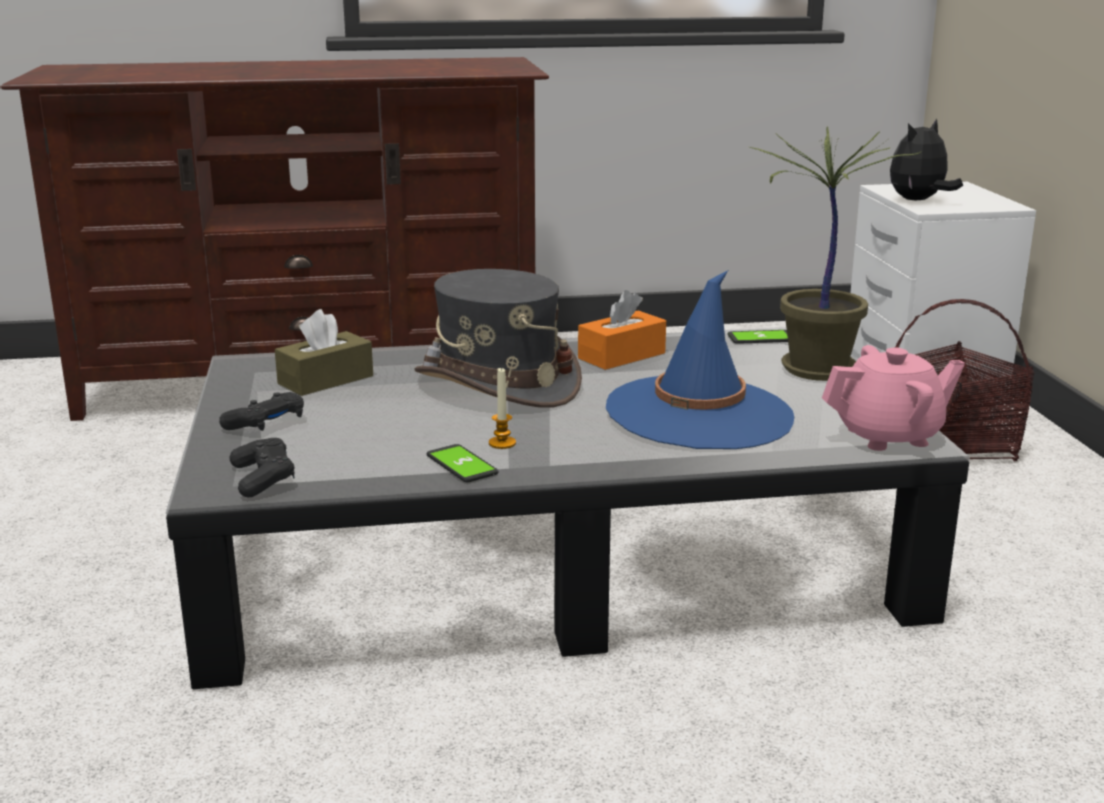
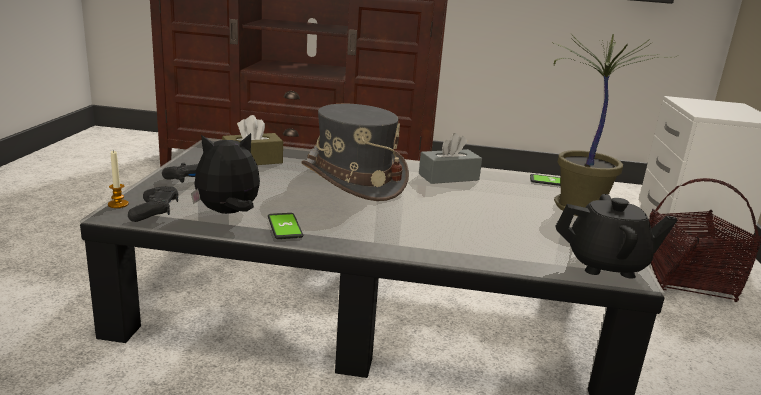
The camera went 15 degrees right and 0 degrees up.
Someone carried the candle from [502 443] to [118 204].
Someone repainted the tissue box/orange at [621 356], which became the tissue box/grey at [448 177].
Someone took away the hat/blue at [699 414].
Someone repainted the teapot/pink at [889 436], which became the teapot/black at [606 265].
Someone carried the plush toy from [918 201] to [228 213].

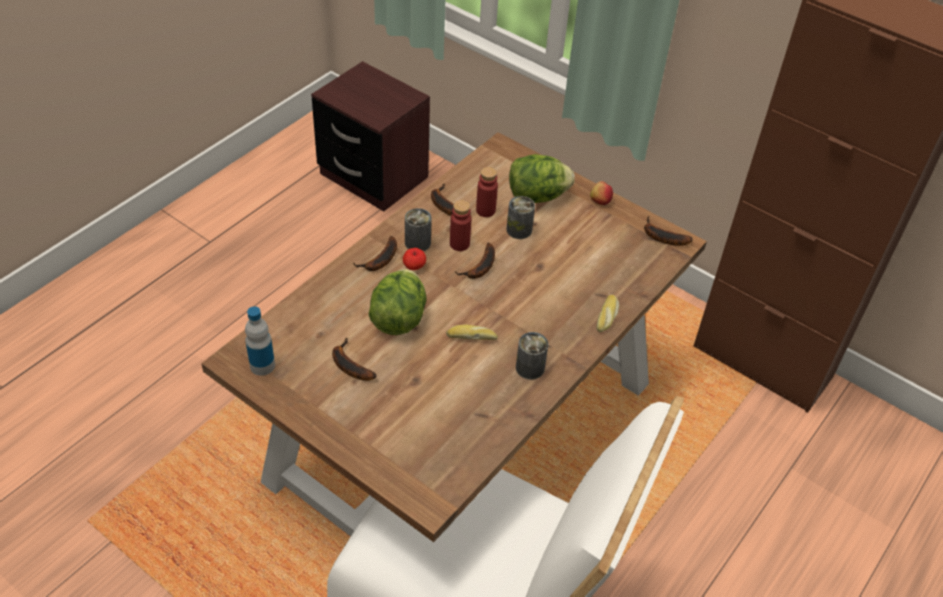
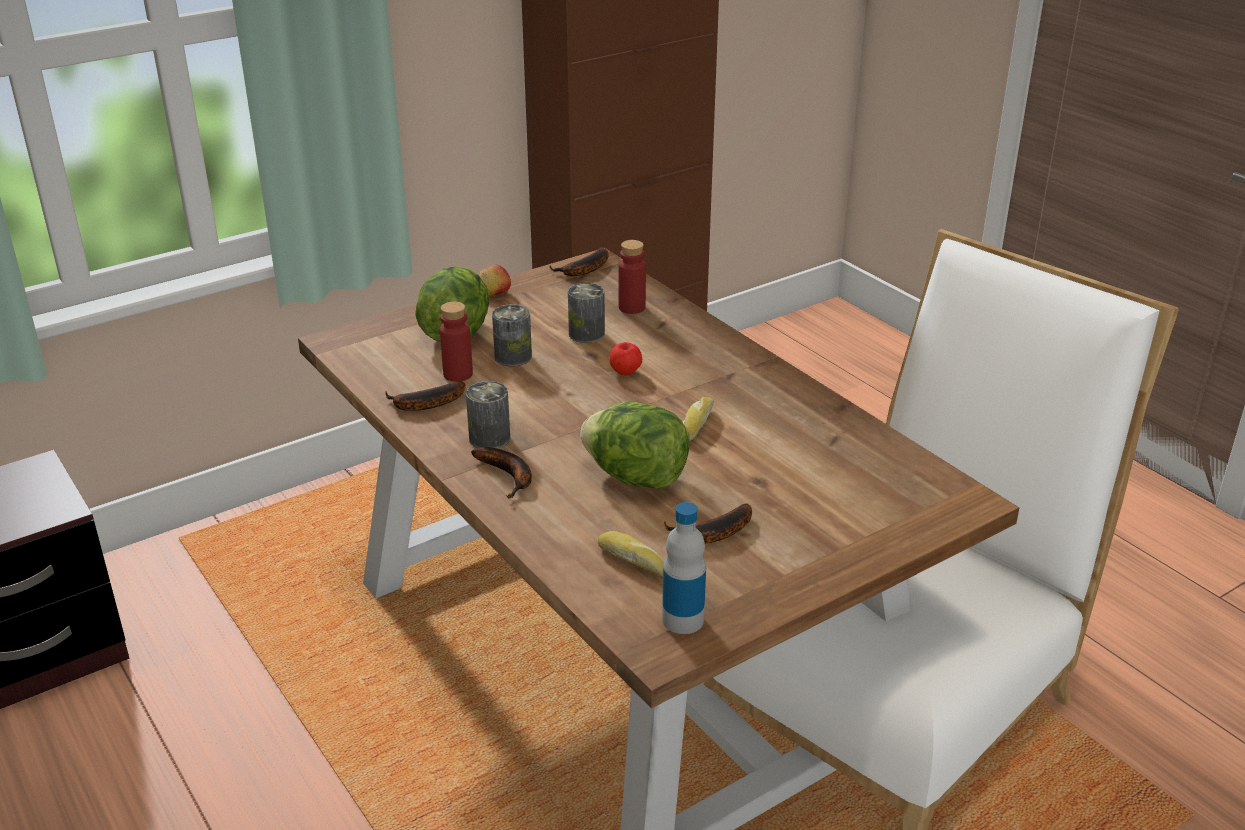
The camera went 70 degrees left and 15 degrees down.
Someone carried the apple from [414 267] to [625 372].
Someone carried the bottle/red from [459 244] to [632 307].
Someone took away the banana at [480 268].
Someone carried the can from [530 368] to [586 334].
Someone carried the bread from [607 317] to [633 560].

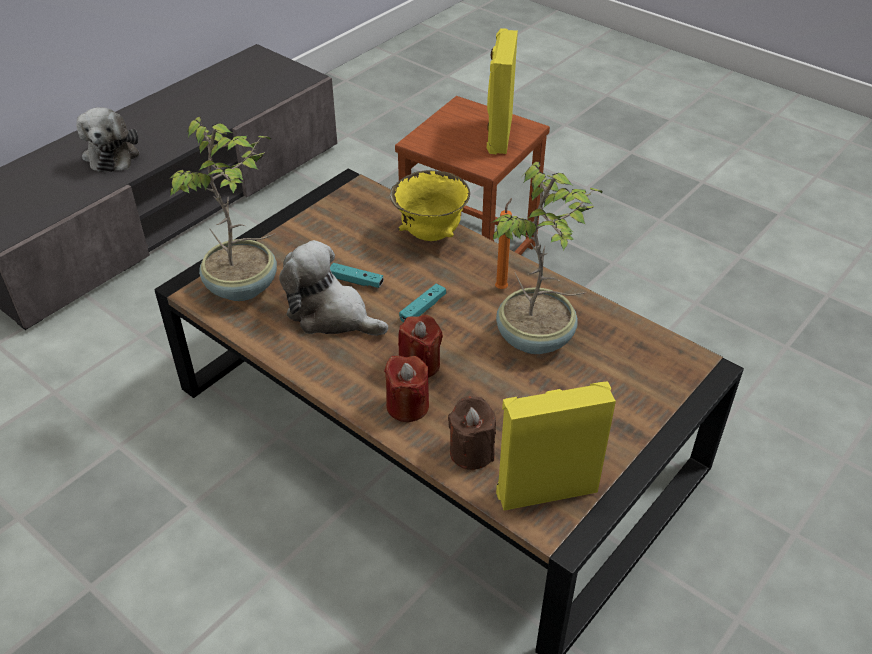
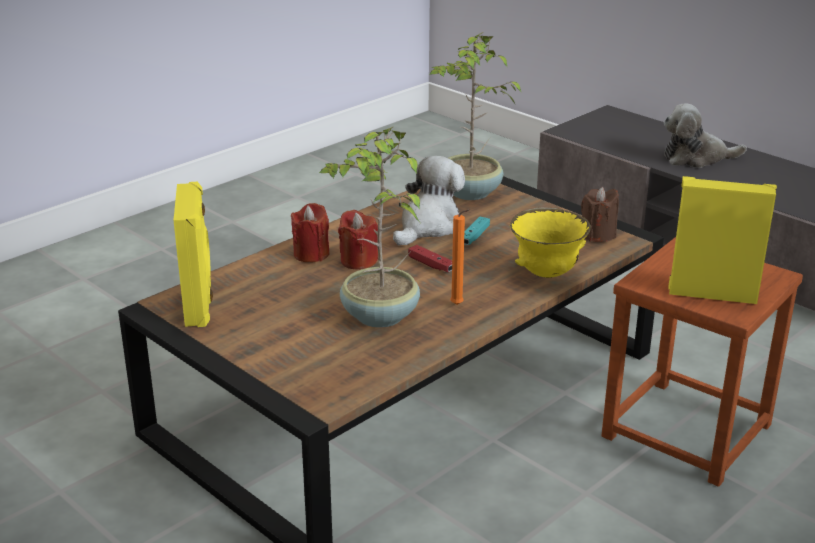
The camera went 95 degrees right and 15 degrees down.
Someone repainted the game controller/turquoise at [423 309], which became the game controller/red at [431 265].
Someone carried the candle/brown from [471 452] to [597 235].

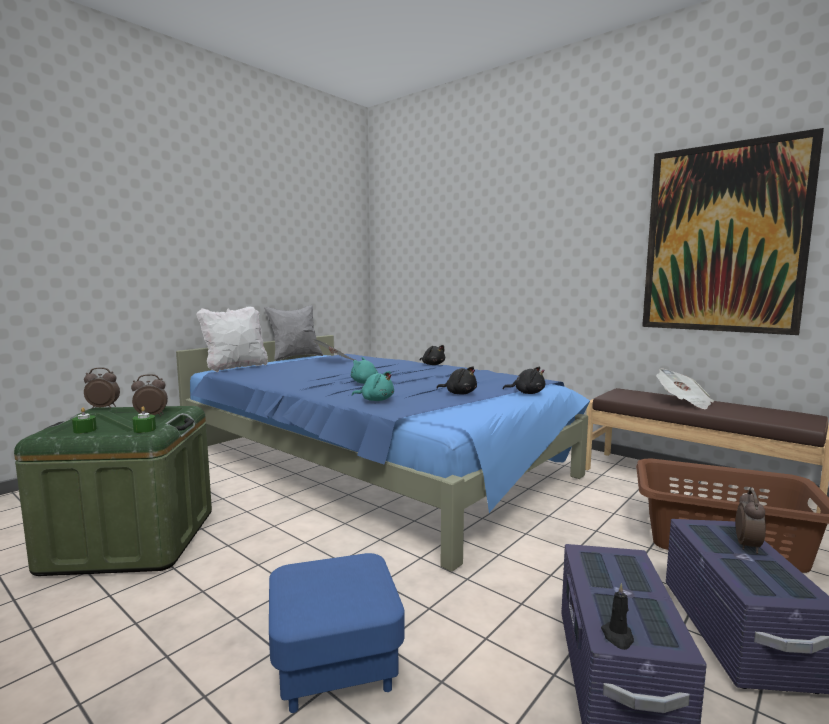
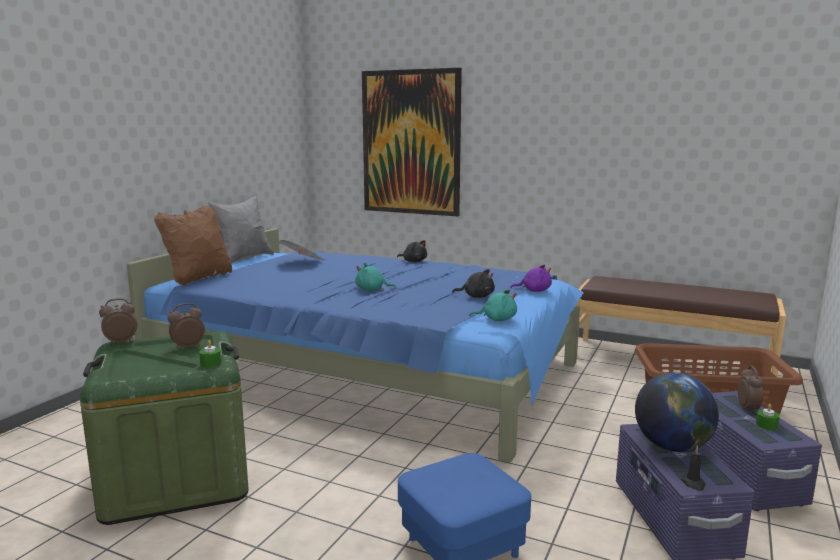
The camera went 15 degrees left and 5 degrees up.
Someone carried the candle/green from [85 430] to [766 425].
Someone repainted the pillow/white at [236 368], which became the pillow/brown at [198 278].
Someone carried the plush toy/turquoise from [375 400] to [497 319].
Someone repainted the plush toy/black at [527 393], which became the plush toy/purple at [534 291].
Someone carried the picture from [723 239] to [411 143].
Someone took away the newspaper at [684 403].
Someone put down the globe at [672 446].

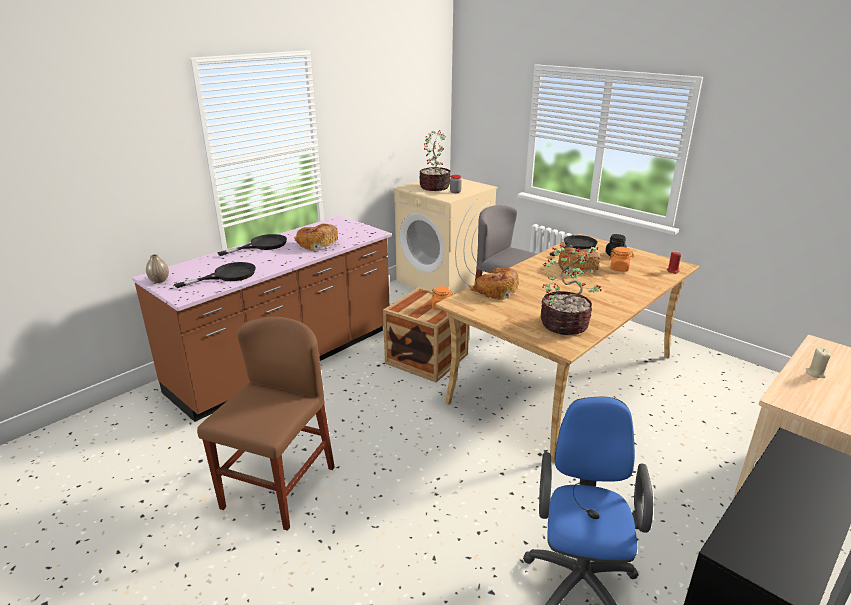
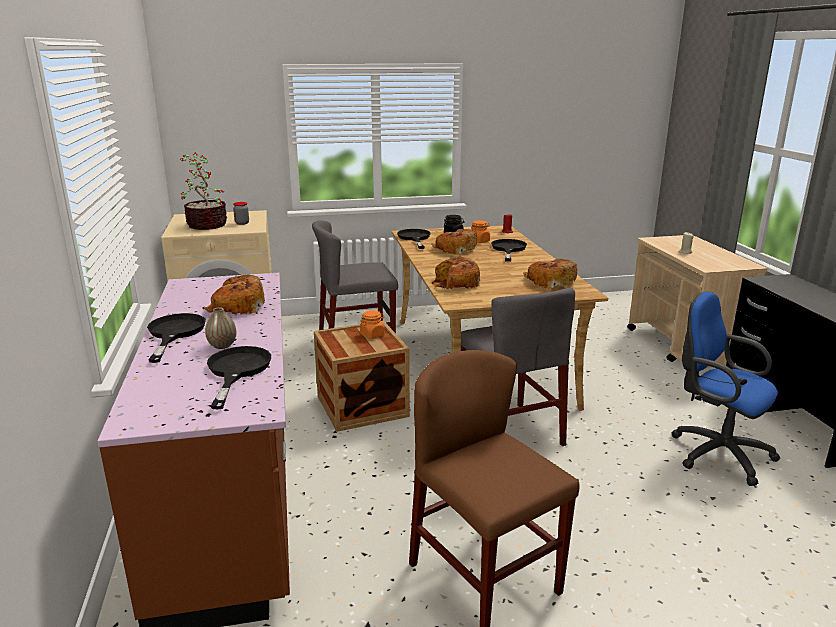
The camera went 55 degrees left and 5 degrees down.
Someone carried the vase from [159 281] to [222 346].
Someone swapped the potted plant at [565 324] for the bread at [550 282].
Someone put down the chair/grey at [510 430].
Someone put down the frying pan/black at [508 249].

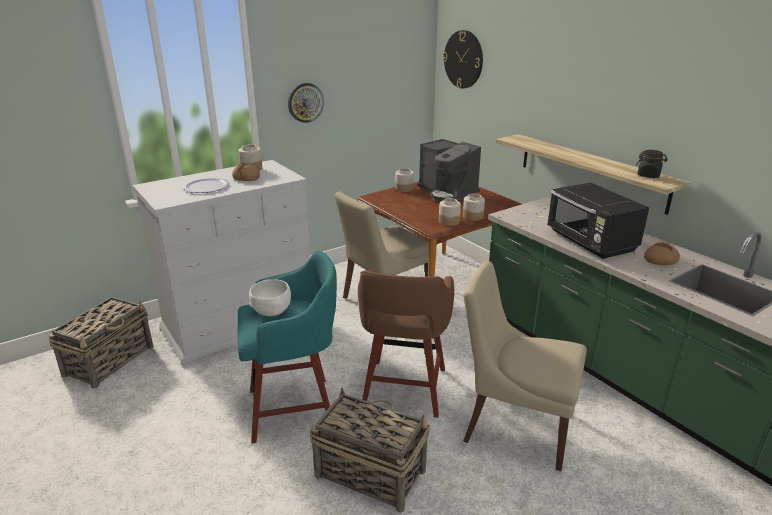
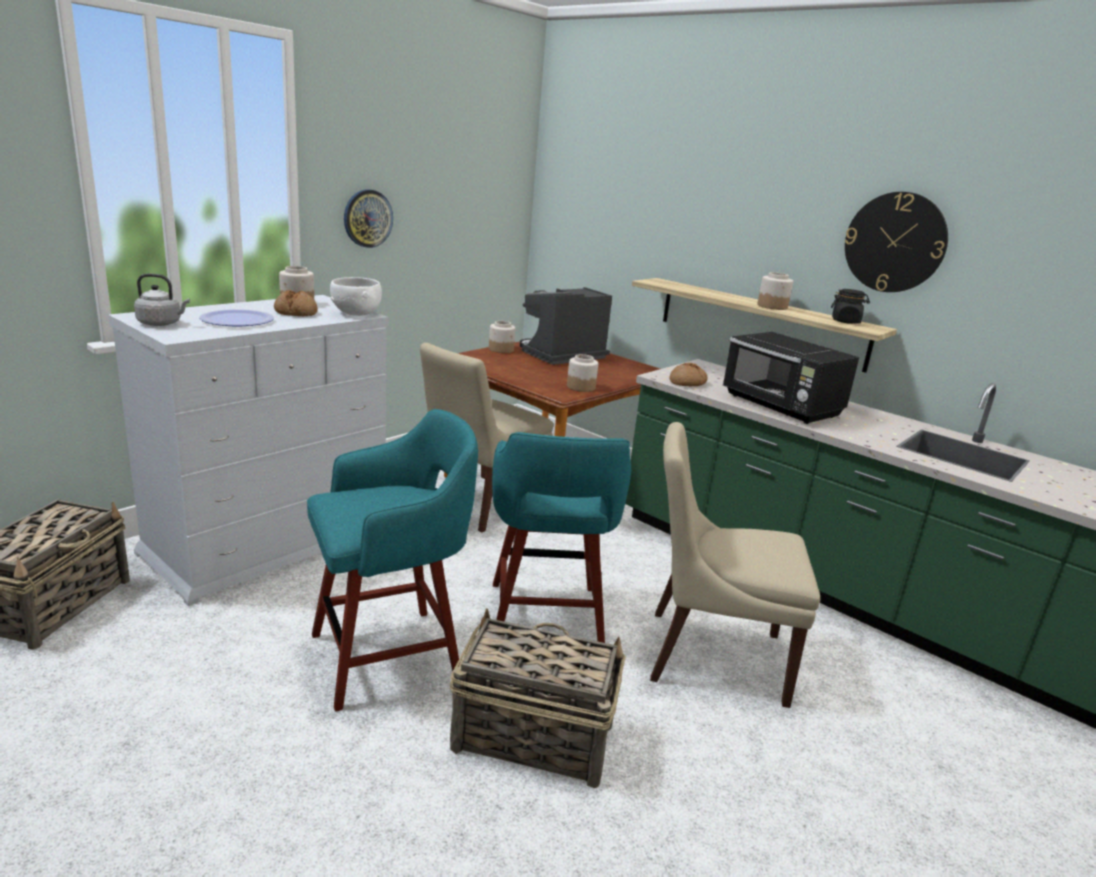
The camera went 15 degrees left and 5 degrees down.
Someone carried the bowl/white from [272 311] to [356 313].
Someone repainted the stool/brown at [404 390], which became the stool/turquoise at [545 619].
Someone rotated the coffee machine at [447 193] by 105 degrees clockwise.
Someone carried the wall clock from [463 59] to [895 242].
Someone carried the jar from [473 216] to [772 306].
Someone carried the bread from [660 260] to [687 383].
Someone put down the kettle/grey at [161 324].

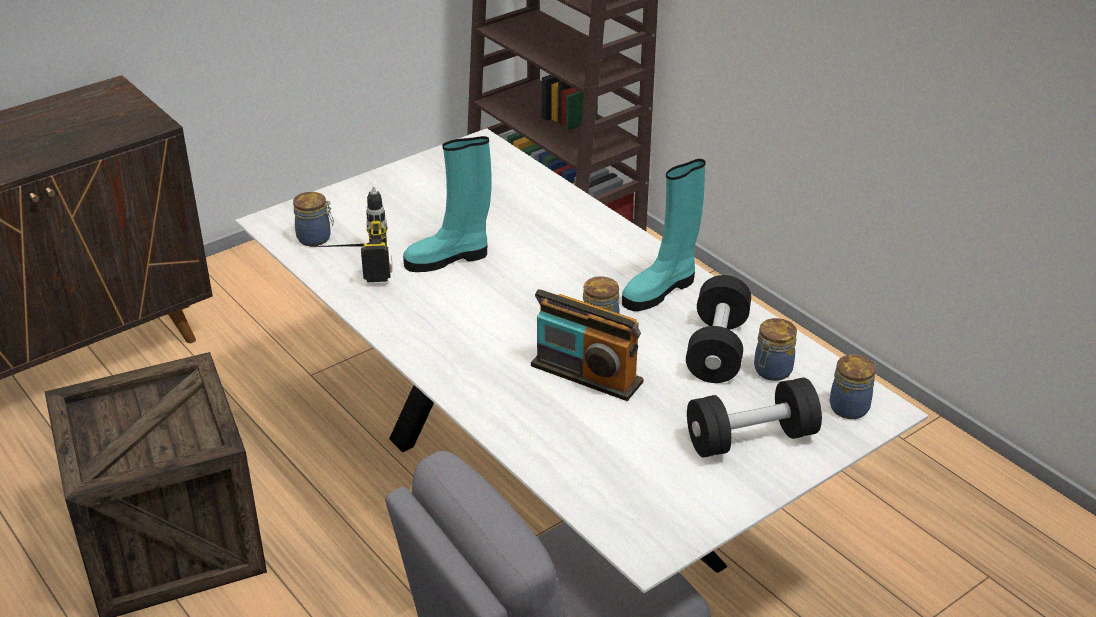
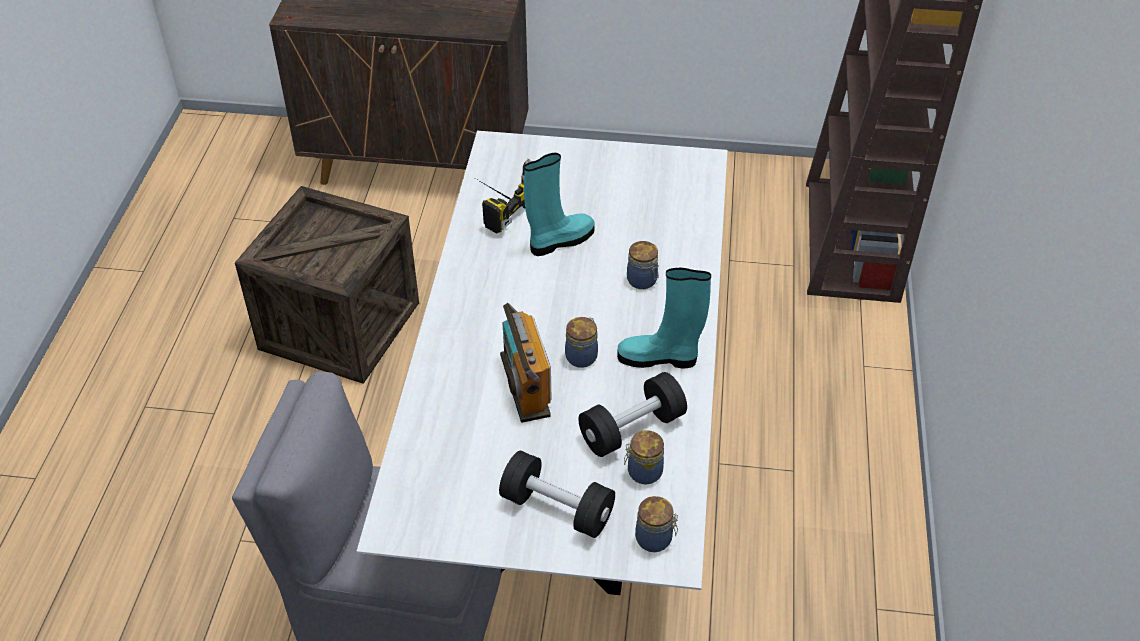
The camera went 45 degrees right and 10 degrees up.
Someone carried the jar from [315 238] to [643 281].
Someone rotated the boot/turquoise at [449 258] by 120 degrees clockwise.

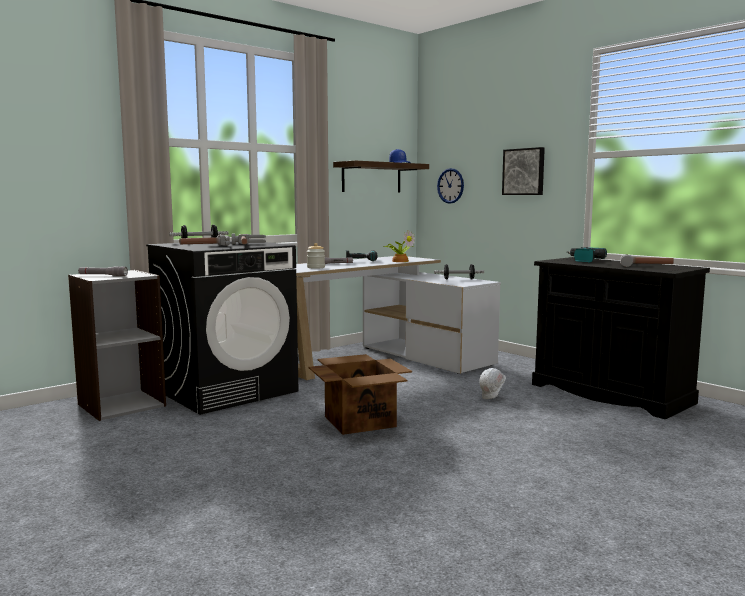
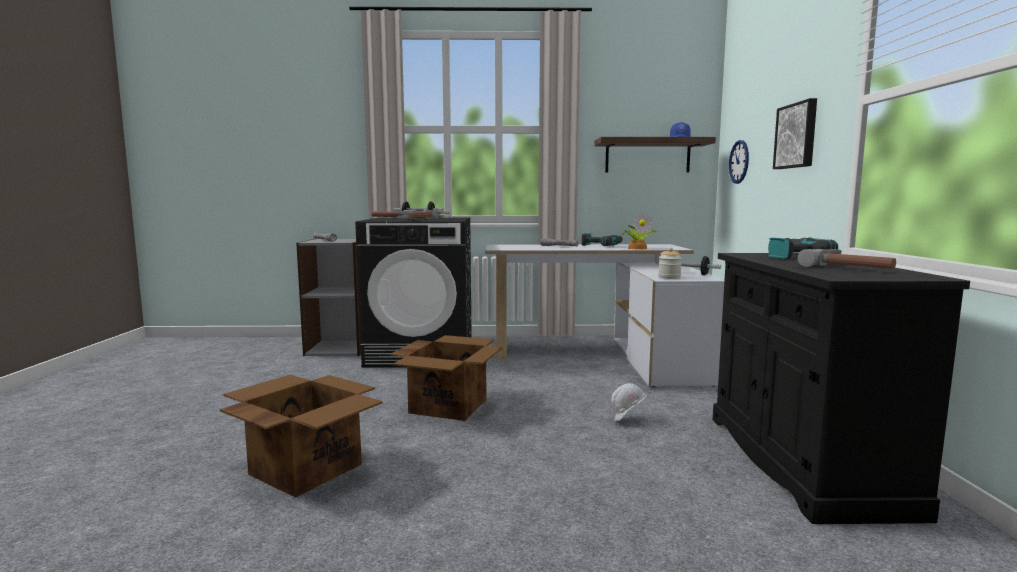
The camera went 40 degrees right and 0 degrees up.
Someone carried the jar from [316 267] to [669 277].
Someone put down the cardboard box at [305 468].

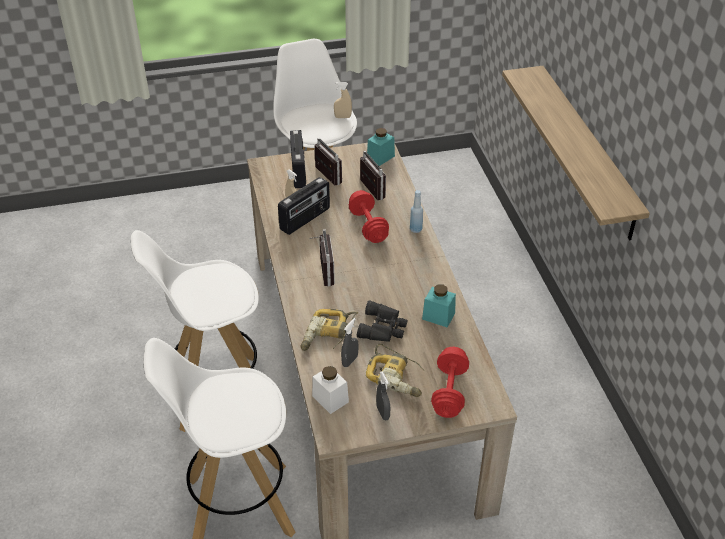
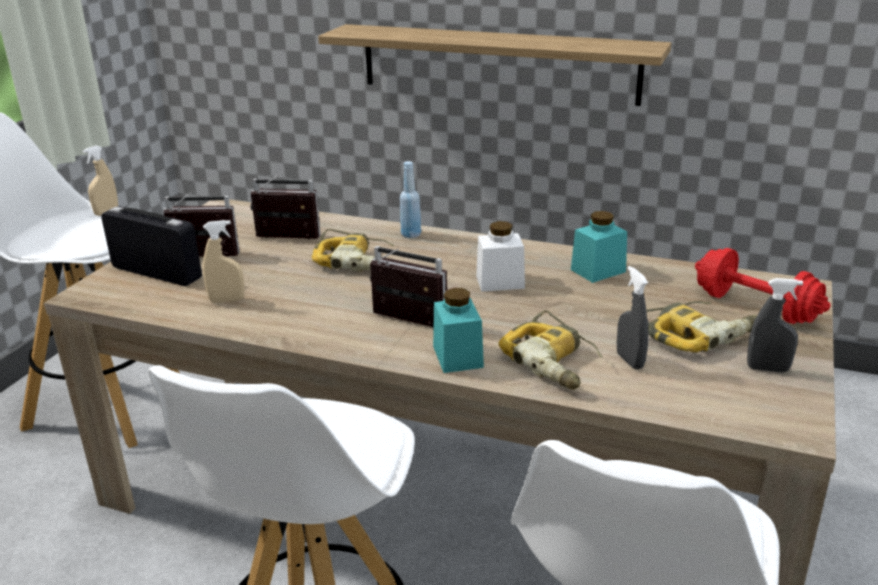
The camera went 55 degrees left and 15 degrees down.
Someone took away the radio at [305 219].
Someone carried the jar/white from [330 399] to [500 282].
Someone swapped the dumbbell/red at [368 226] for the power drill at [357 261].
Someone took away the binoculars/black at [383 327].
Someone carried the jar/turquoise from [380 157] to [458 356].

